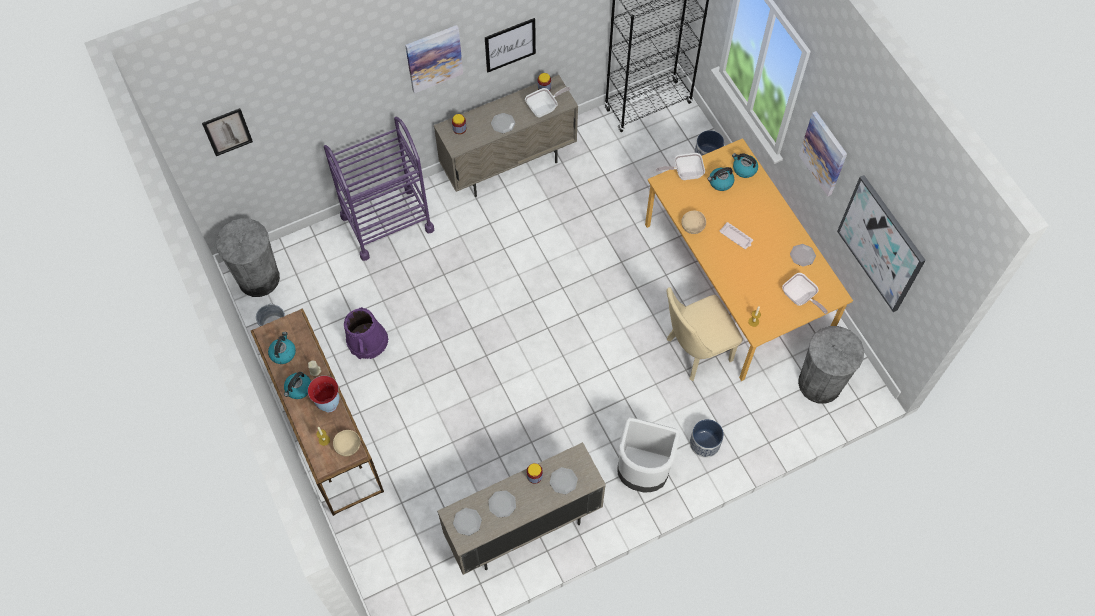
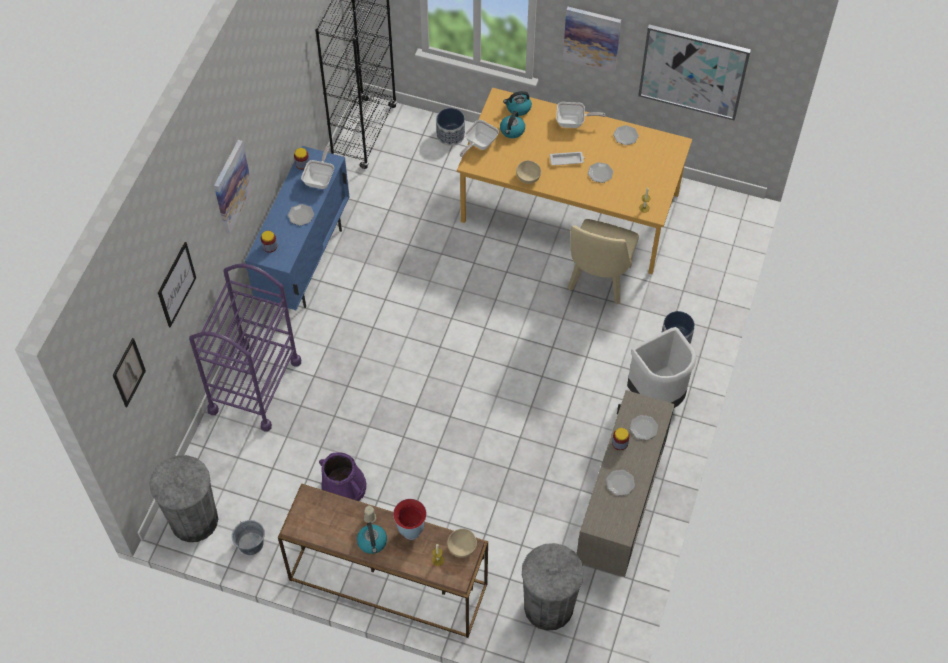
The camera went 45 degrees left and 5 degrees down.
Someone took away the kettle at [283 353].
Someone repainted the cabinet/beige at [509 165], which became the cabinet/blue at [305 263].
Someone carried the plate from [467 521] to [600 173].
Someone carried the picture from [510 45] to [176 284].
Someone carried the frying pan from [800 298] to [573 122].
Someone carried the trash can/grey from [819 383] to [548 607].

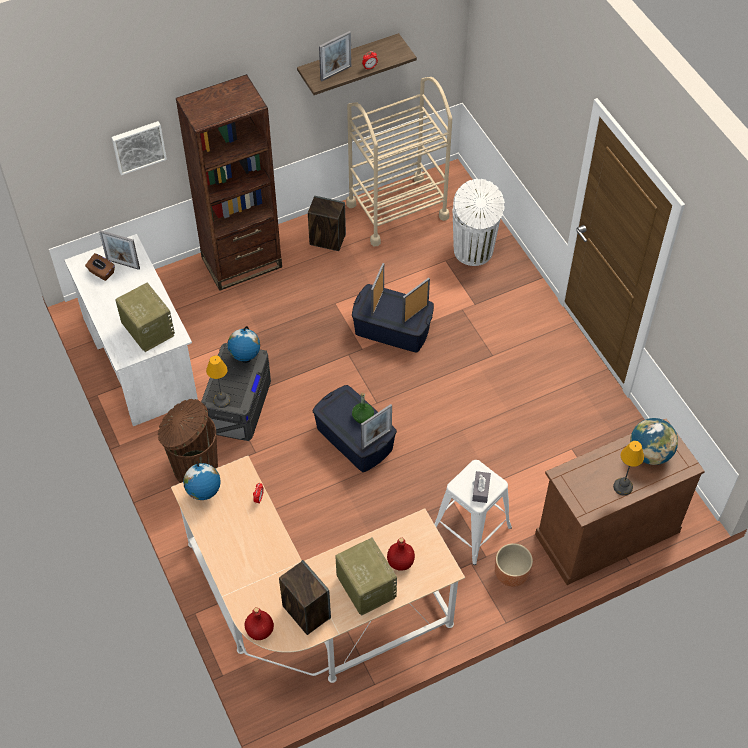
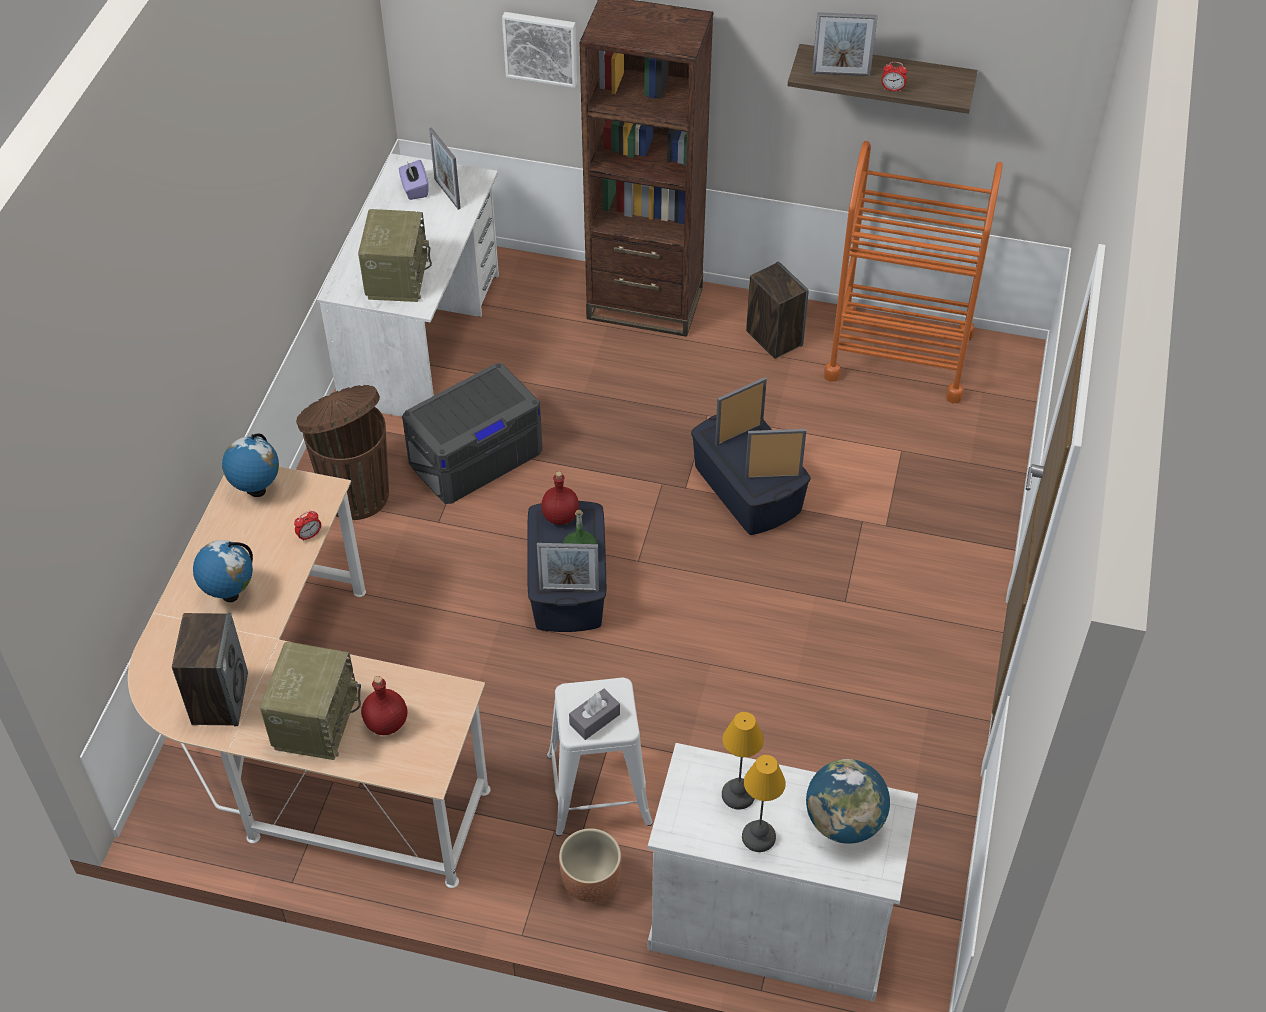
The camera went 40 degrees right and 5 degrees down.
Someone repainted the tissue box/brown at [101 272], which became the tissue box/purple at [414 189].
Someone carried the table lamp from [221 400] to [737 793].
Someone carried the globe from [245 358] to [230 594].
Someone carried the bottle/red from [259 630] to [561 516].
Someone repainted the cart/beige at [397 210], which became the cart/orange at [899 355].
Someone took away the trash can/white at [473 252].
Someone repainted the cabinet/brown at [607 533], which became the cabinet/white at [770 925].

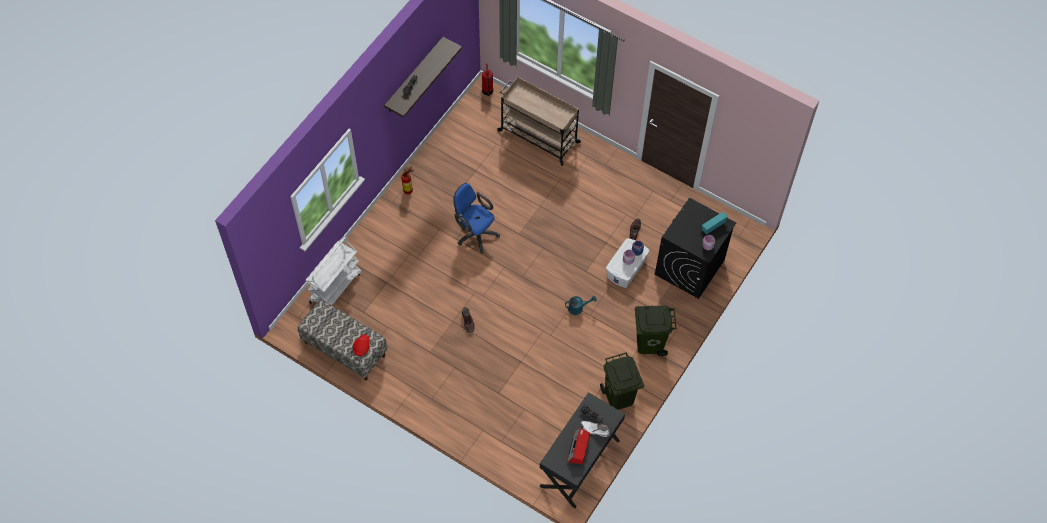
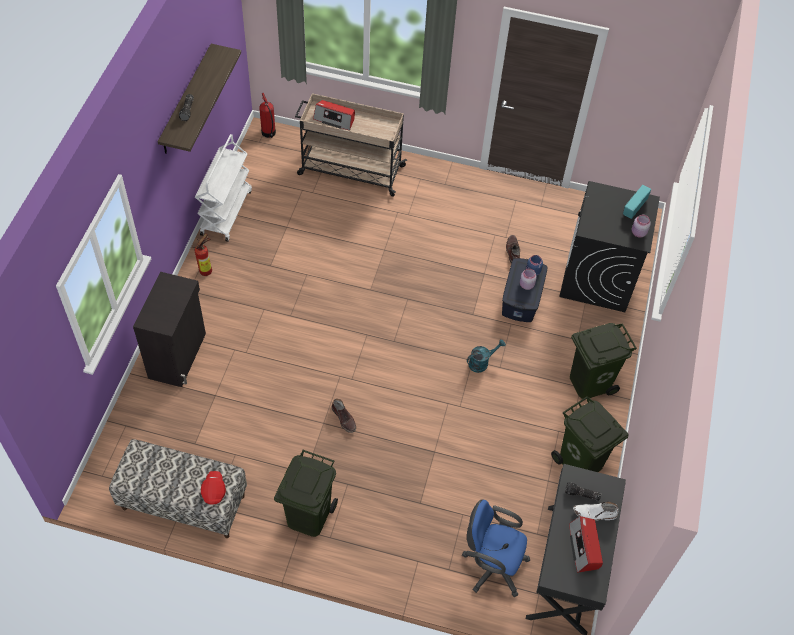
The camera went 20 degrees left and 5 degrees down.
Someone carried the cart/white from [335 287] to [226 212].
Someone carried the office chair/blue from [475 233] to [491 565].
Someone repainted the storage box/white at [626 268], which became the storage box/blue at [522 298].
Someone put down the cabinet/black at [178 355].
Someone put down the trash can/green at [308 515].
Someone put down the radio at [335 119].

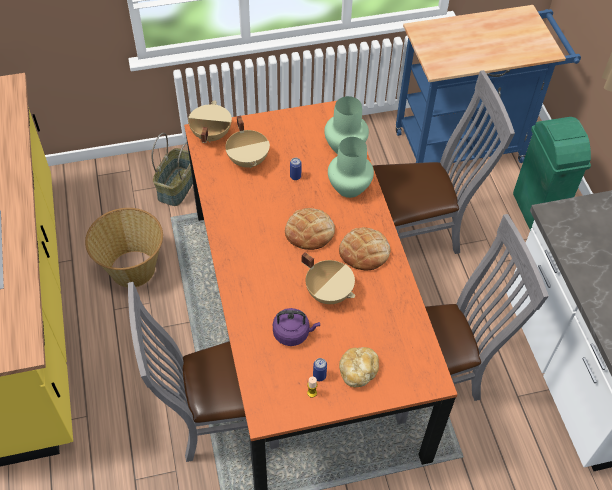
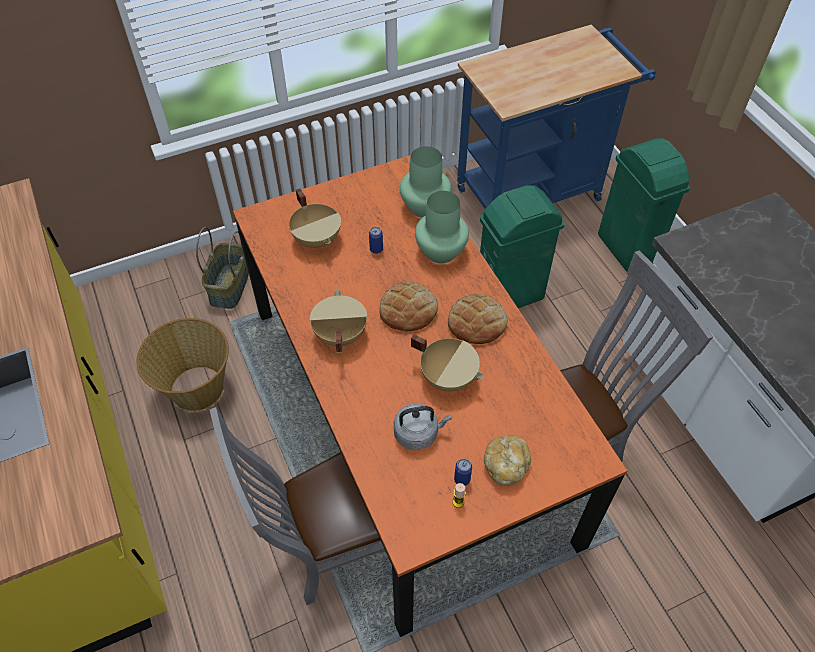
The camera went 10 degrees left and 0 degrees up.
Someone carried the cooking pot/beige from [210 135] to [339 335].
Someone repainted the kettle/purple at [293 333], which became the kettle/grey at [418 433].
Someone swapped the chair/grey at [419 235] for the trash can/green at [510 295].

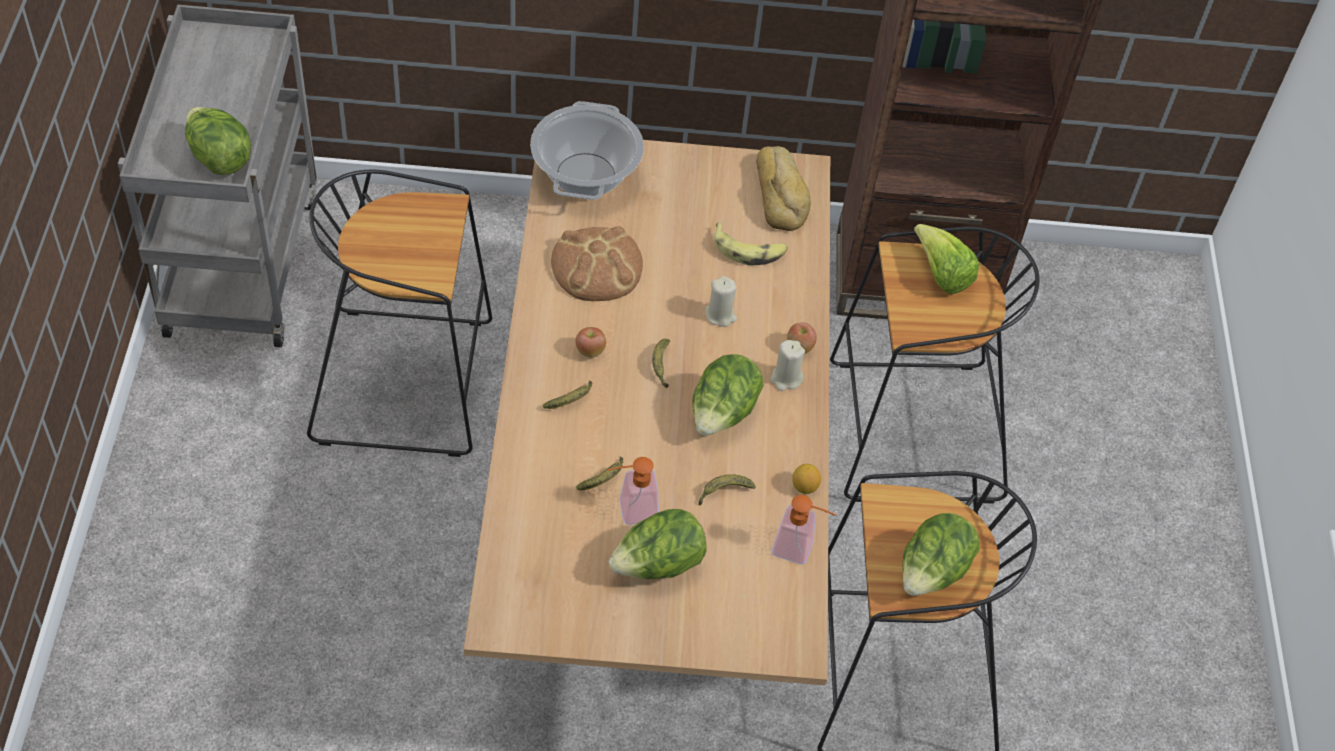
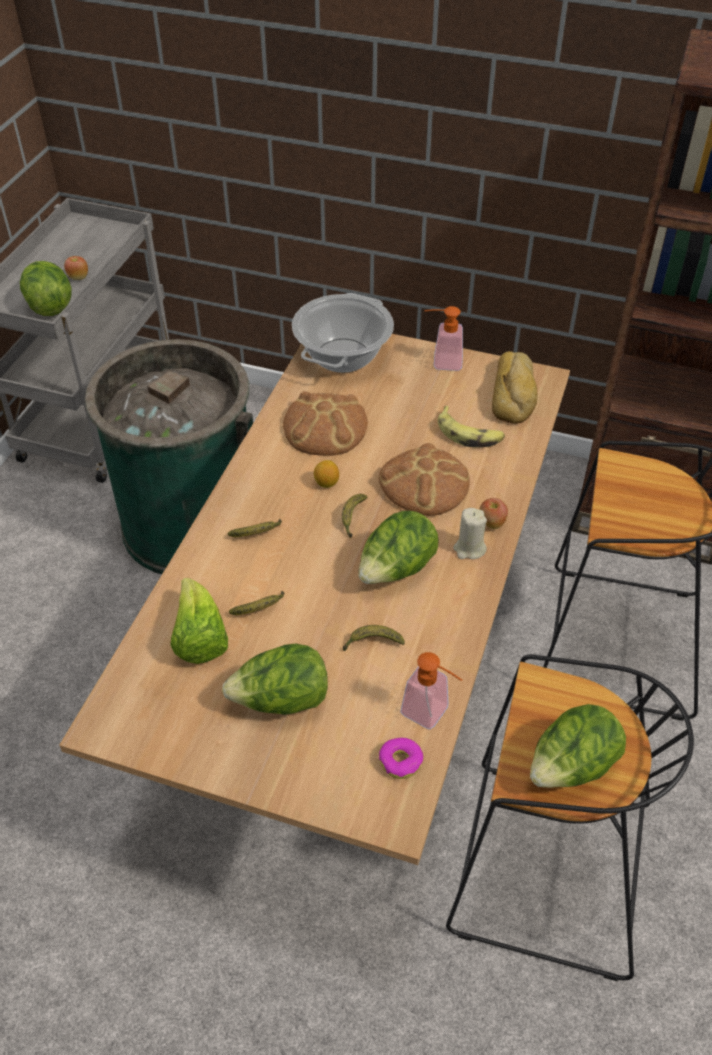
The camera went 20 degrees right and 5 degrees down.
Someone swapped the stool/black at [407 380] for the trash can/green at [191 524].
Someone carried the apple from [590 351] to [78 277].
Someone carried the soap dispenser from [630 511] to [441 362].
Someone swapped the candle/beige at [720 315] for the bread at [424 483].
Someone carried the lemon from [804 487] to [326 483].
Someone carried the lettuce from [941 274] to [199 638].
Someone put down the donut at [401 761].

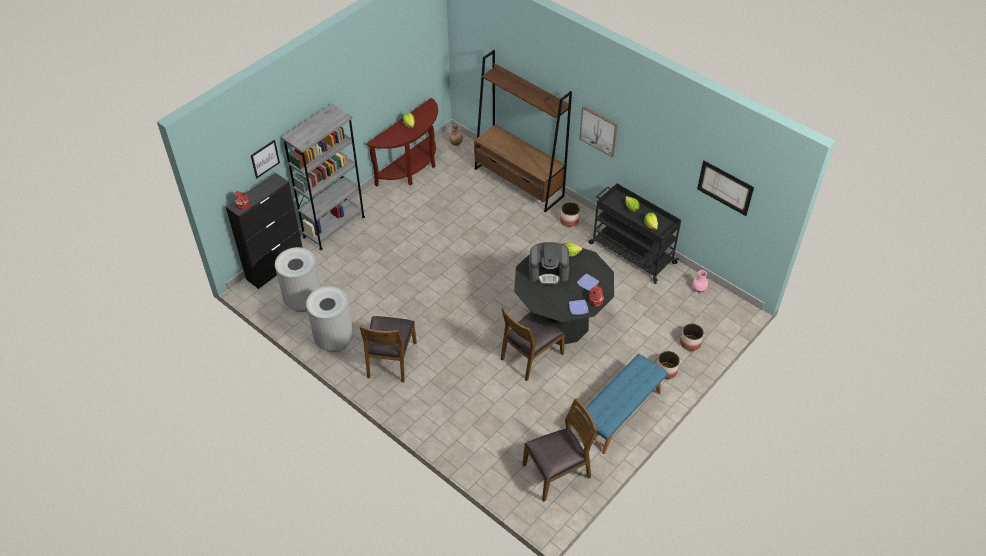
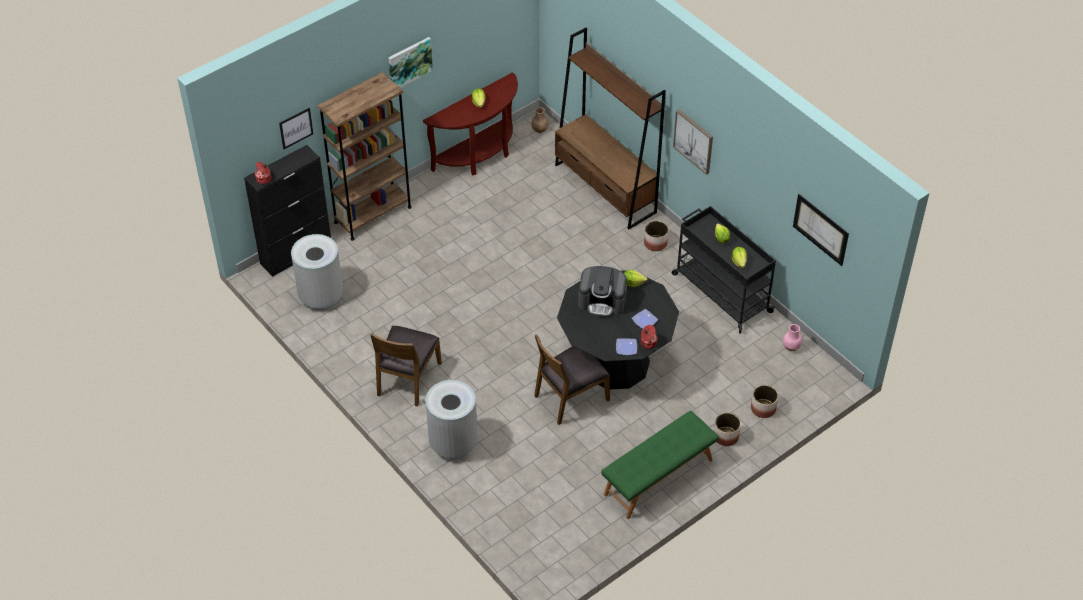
The camera went 10 degrees right and 0 degrees up.
Someone repainted the bookcase/grey at [334 227], which became the bookcase/brown at [373 214].
Someone carried the trash can/grey from [334 339] to [453 443].
Someone took away the chair/brown at [557 471].
Someone repainted the bench/blue at [620 414], which became the bench/green at [658 477].
Someone put up the picture at [409 63].

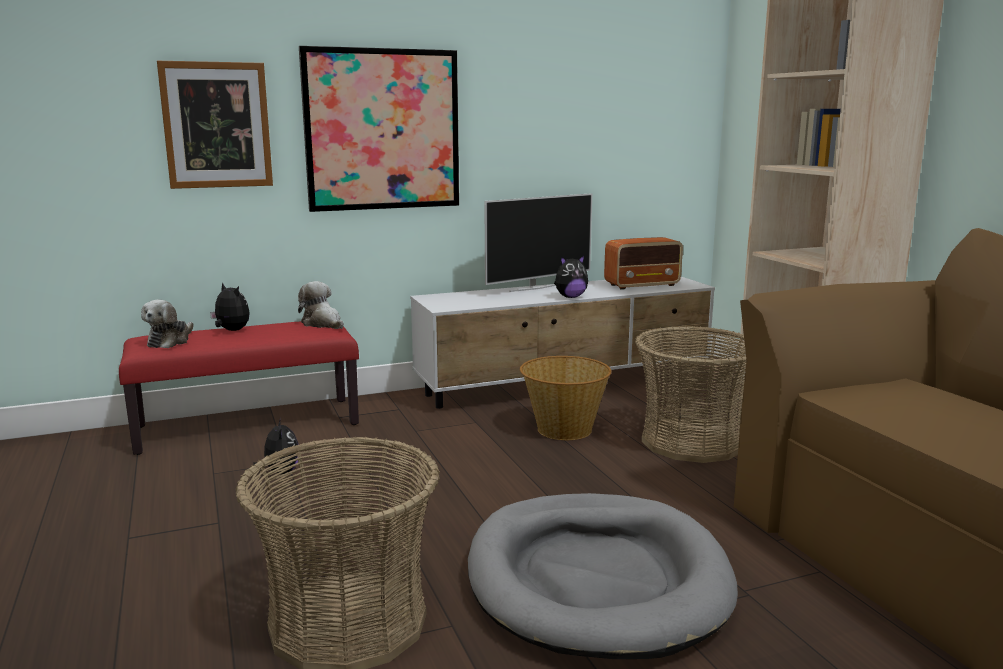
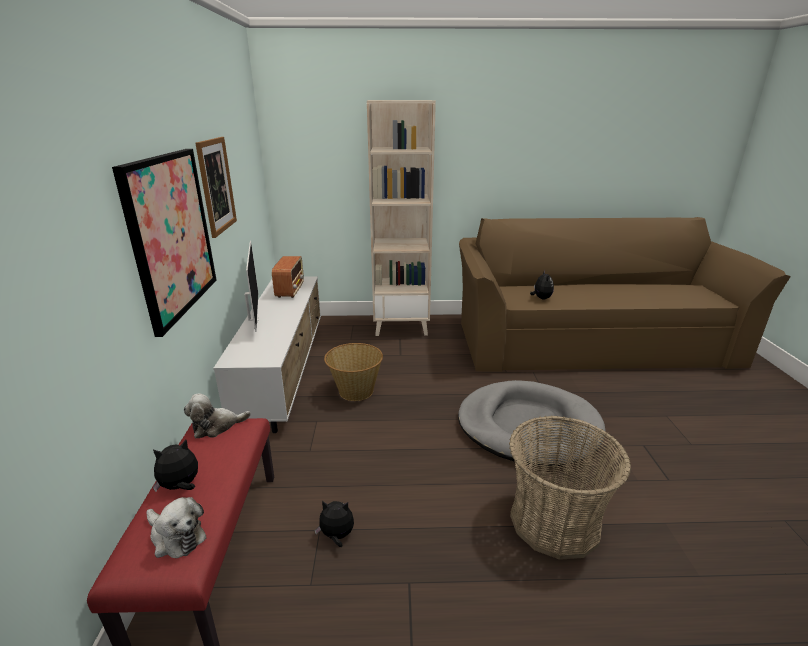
The camera went 70 degrees left and 10 degrees up.
Someone carried the picture from [217 125] to [216 186].
Someone carried the plush toy from [570 297] to [541 298].
Someone took away the basket at [691 441].

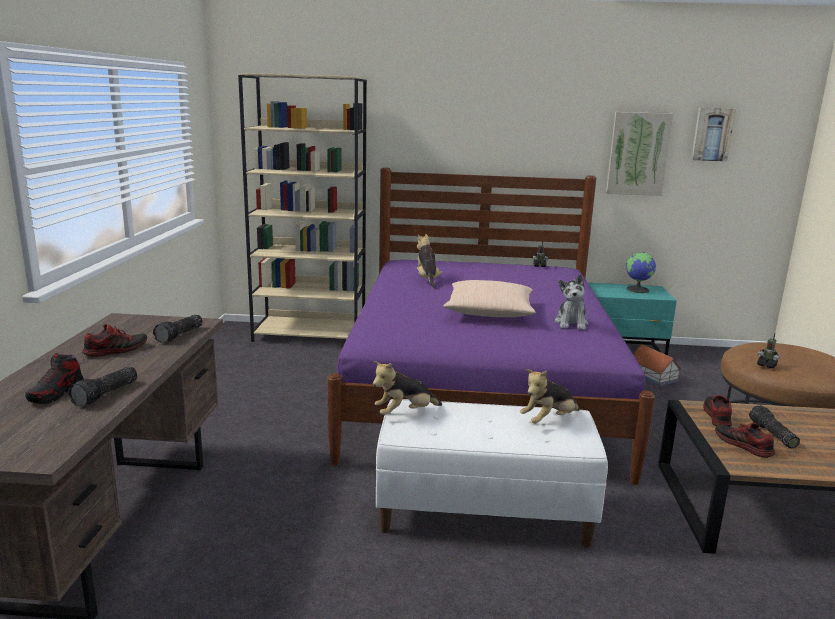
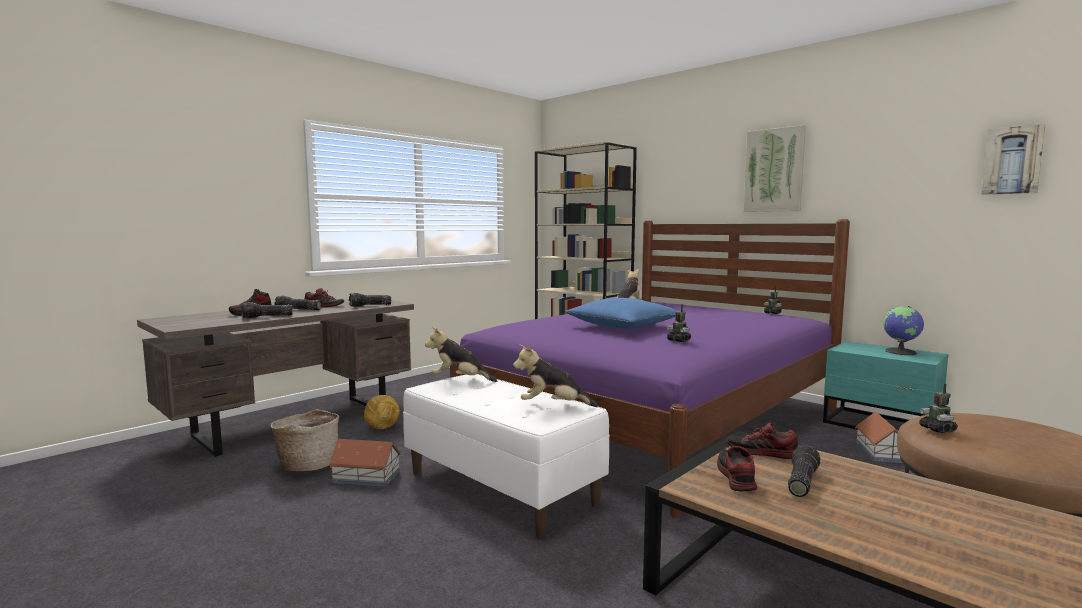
The camera went 40 degrees right and 10 degrees down.
Someone repainted the pillow/beige at [489 311], which became the pillow/blue at [623 327].
Someone swapped the plush toy at [571 323] for the toy robot at [678 340].
Someone carried the picture from [638 154] to [774 170].
Someone rotated the shoe at [716 417] by 120 degrees counterclockwise.
Someone put down the basket at [308 465].
Someone put down the flashlight at [297 310].
Someone put down the toy house at [366 476].
Someone put down the football at [383 428].

